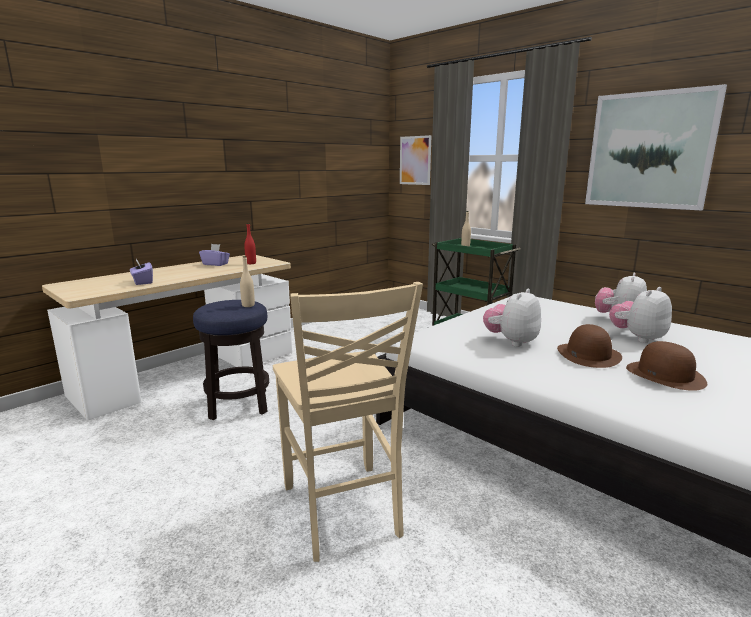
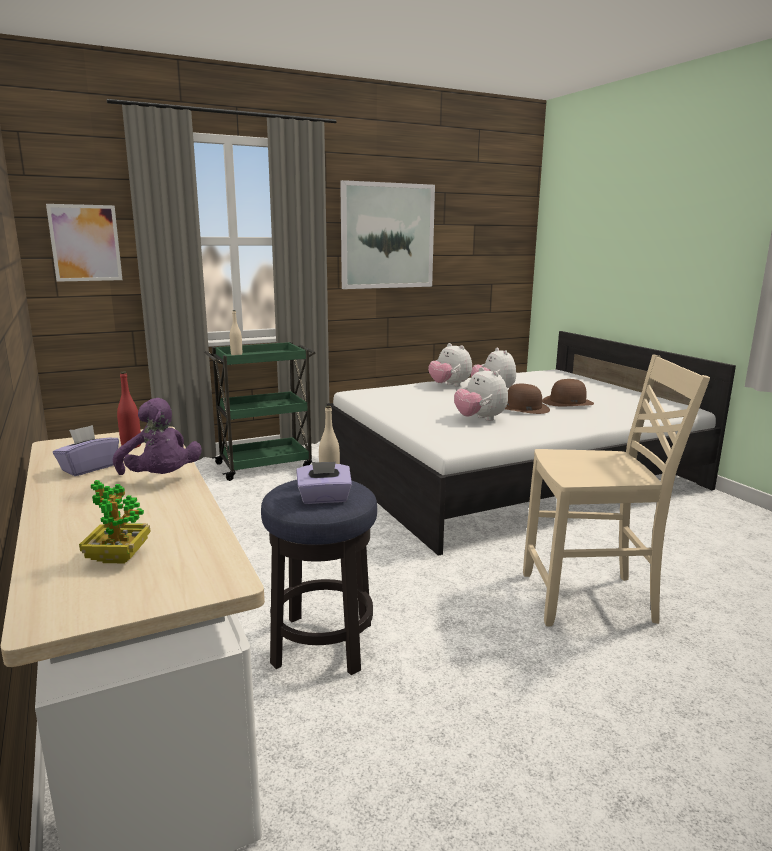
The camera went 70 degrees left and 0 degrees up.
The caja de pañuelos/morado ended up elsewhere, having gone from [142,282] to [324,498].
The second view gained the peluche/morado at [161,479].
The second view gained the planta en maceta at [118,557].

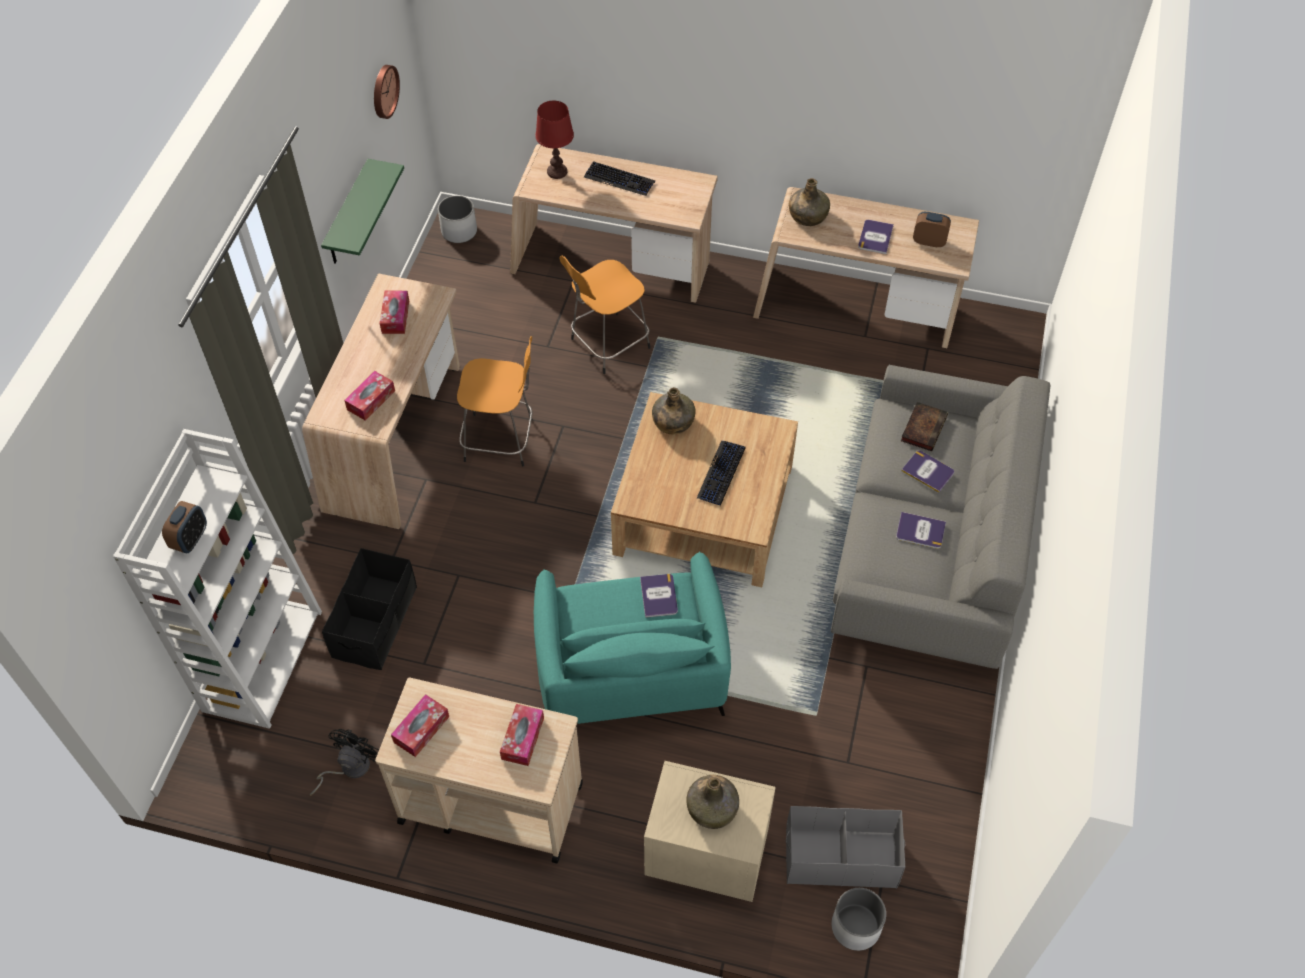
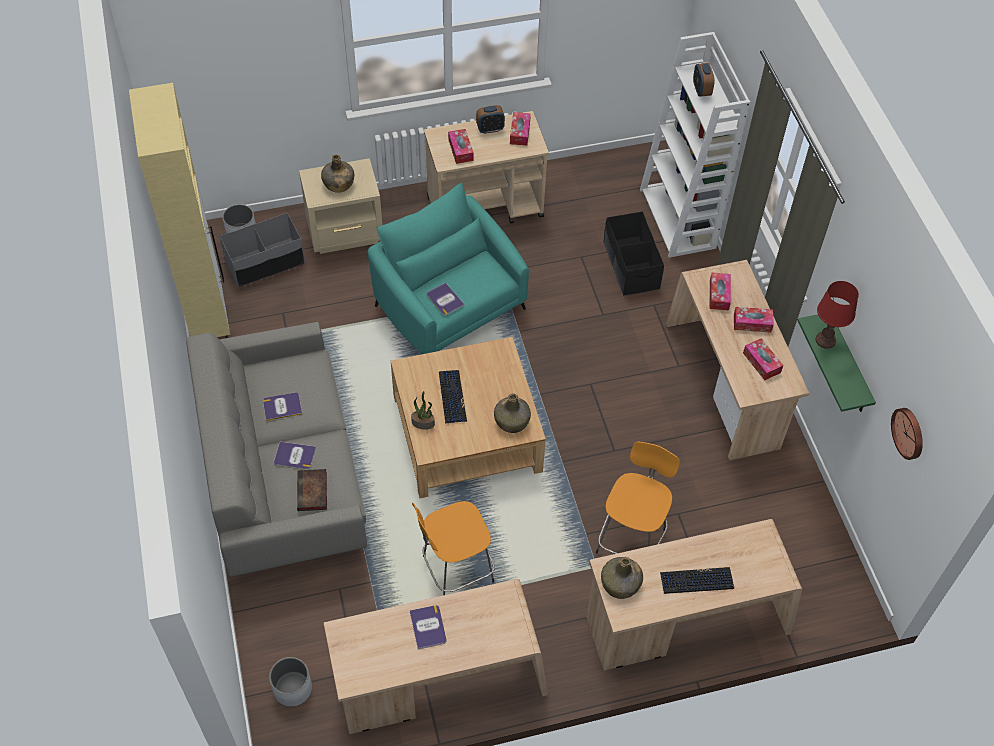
The camera went 150 degrees right and 0 degrees up.
The lámpara de mesa/rojo ended up elsewhere, having gone from [557,172] to [825,340].
The botella/verde ended up elsewhere, having gone from [808,216] to [620,584].
The maceta/blanco ended up elsewhere, having gone from [459,231] to [293,689].
The despertador ended up elsewhere, having gone from [929,241] to [490,129].
The taburete/naranja ended up elsewhere, having gone from [501,440] to [455,569].
The second view lost the ventilador/negro at [349,768].
The second view gained the armario/beis at [208,316].
The second view gained the caja de pañuelos at [752,323].
The second view gained the planta en maceta at [423,422].

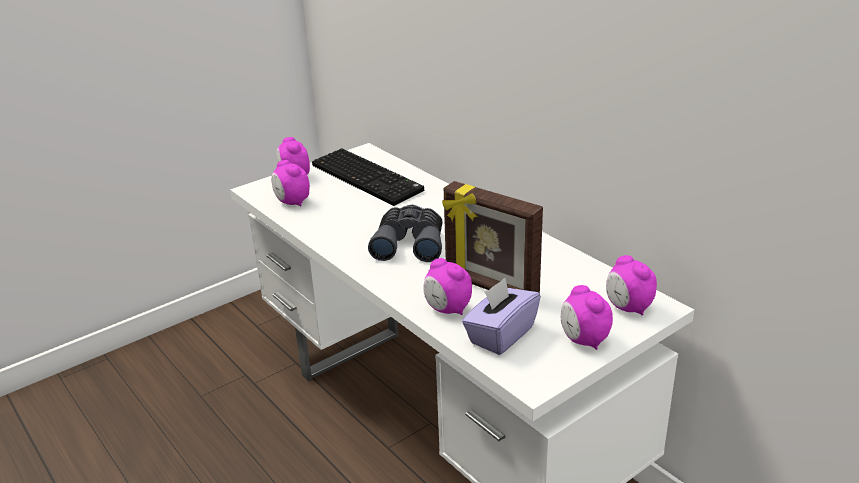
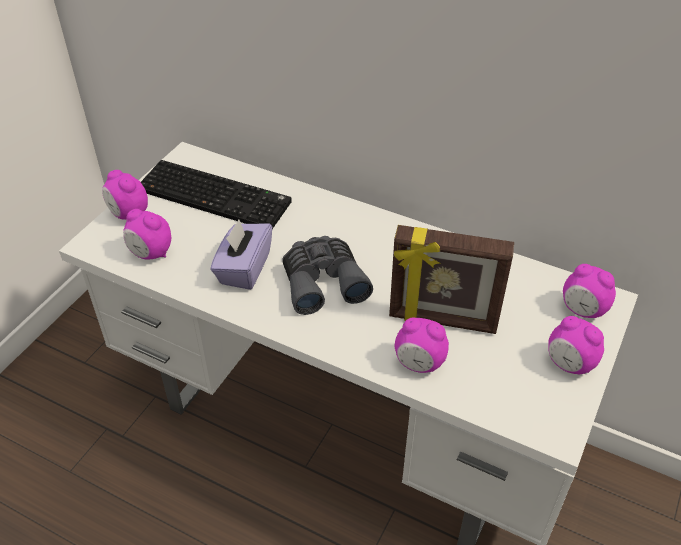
The camera went 25 degrees left and 15 degrees up.
The caja de pañuelos/morado ended up elsewhere, having gone from [500,335] to [244,269].

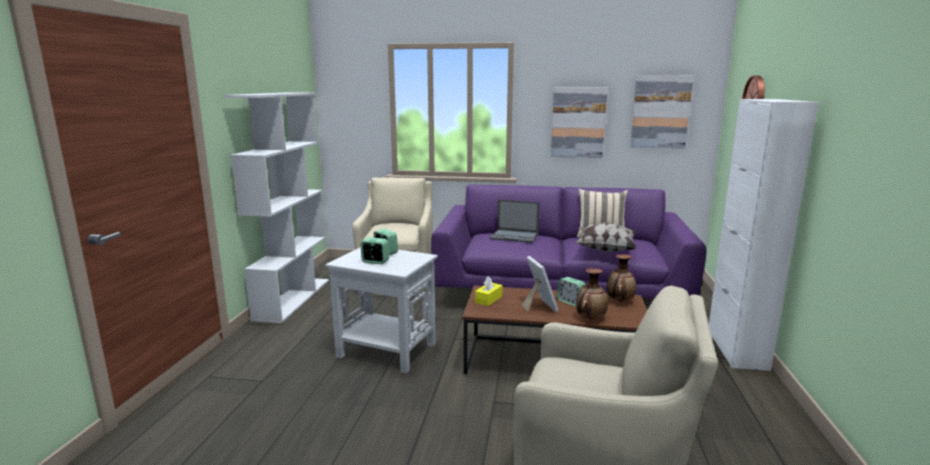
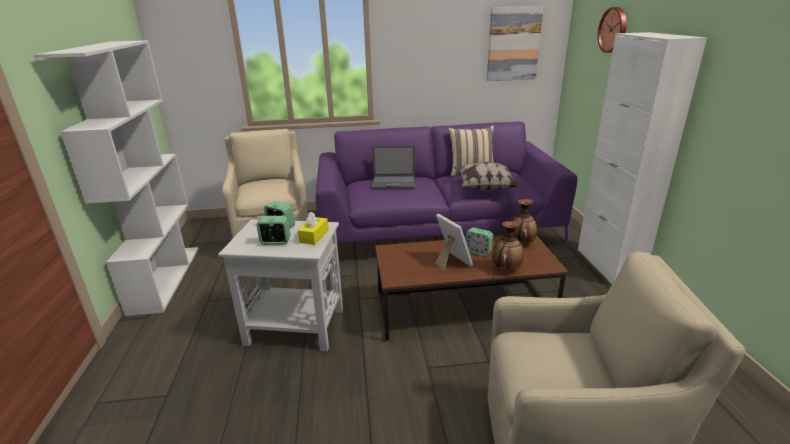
The camera went 15 degrees left and 10 degrees up.
The second view lost the cuadro at [578,122].
The caja de pañuelos/amarillo ended up elsewhere, having gone from [488,299] to [314,236].

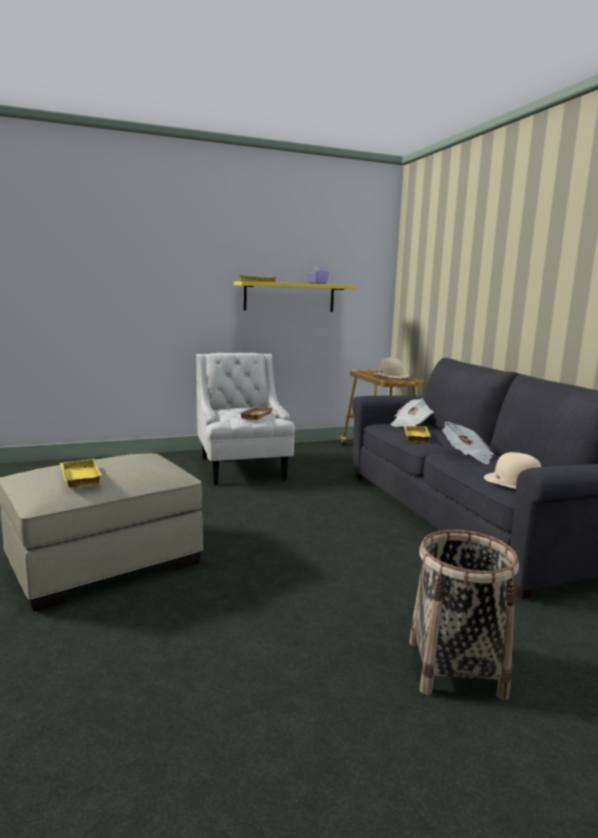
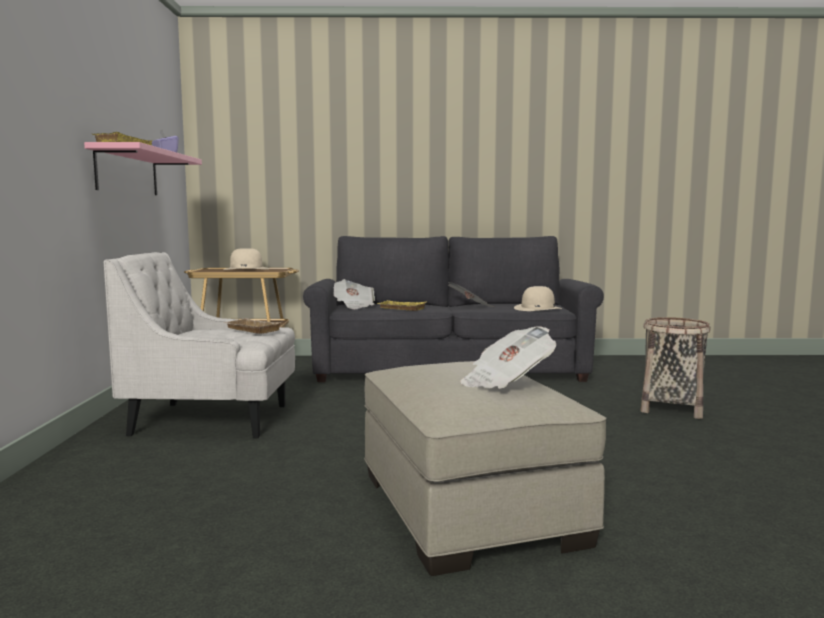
The camera went 70 degrees left and 5 degrees down.
What was the estante/amarillo at [289,297] turned into the estante/rosa at [127,172].
Where the bandeja/amarillo stood at [78,477], the periódico came to stand at [506,382].

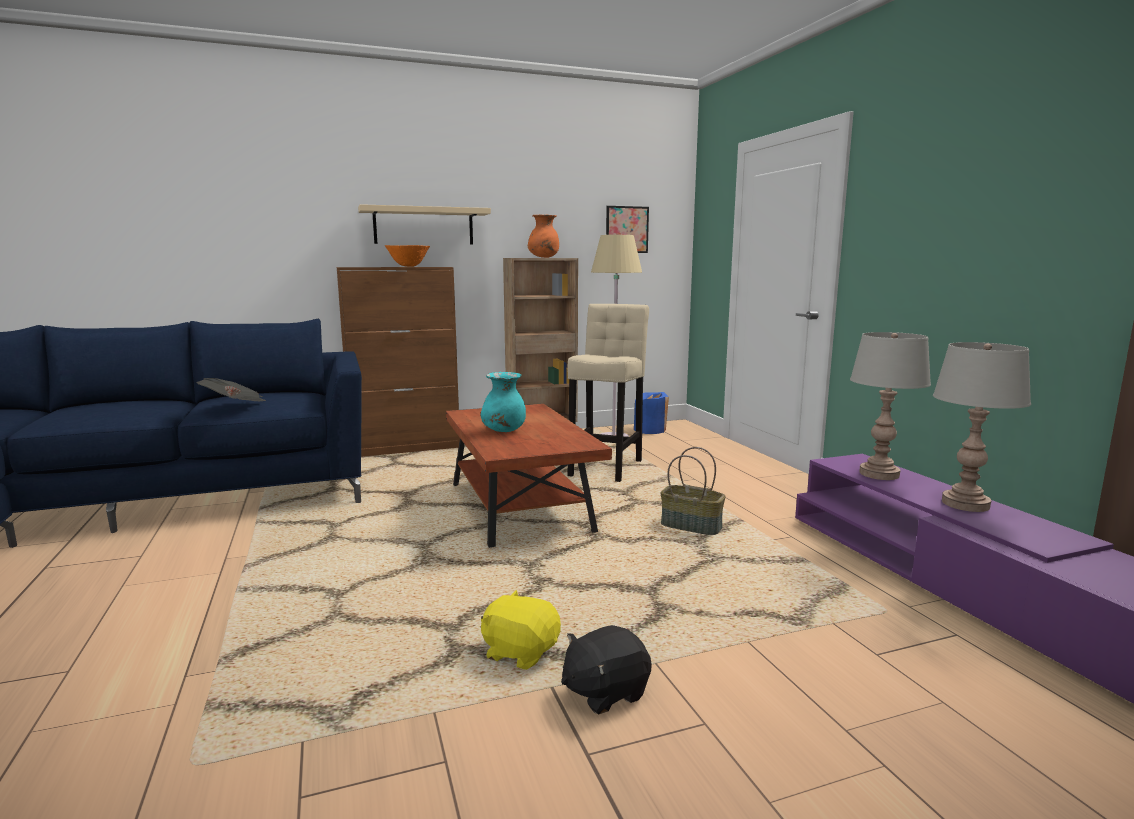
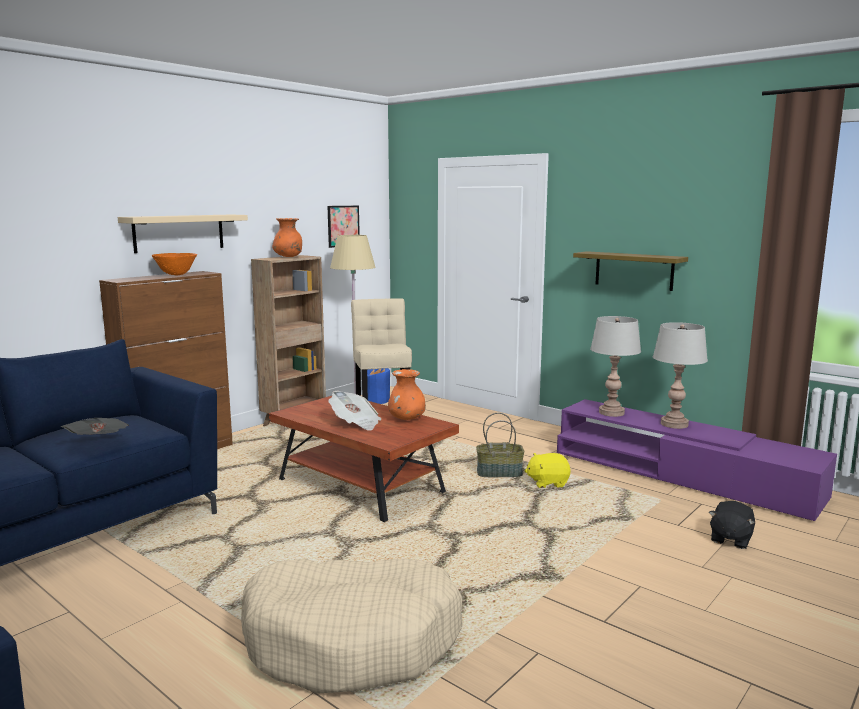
The camera went 30 degrees left and 0 degrees up.
Where the florero/turquesa stood at [503,431], the periódico came to stand at [355,424].
The peluche/amarillo ended up elsewhere, having gone from [520,652] to [547,483].
The peluche/negro ended up elsewhere, having gone from [605,691] to [730,539].
The second view gained the estante at [634,270].
The second view gained the florero/naranja at [406,419].
The second view gained the cama para perro/beis at [352,640].

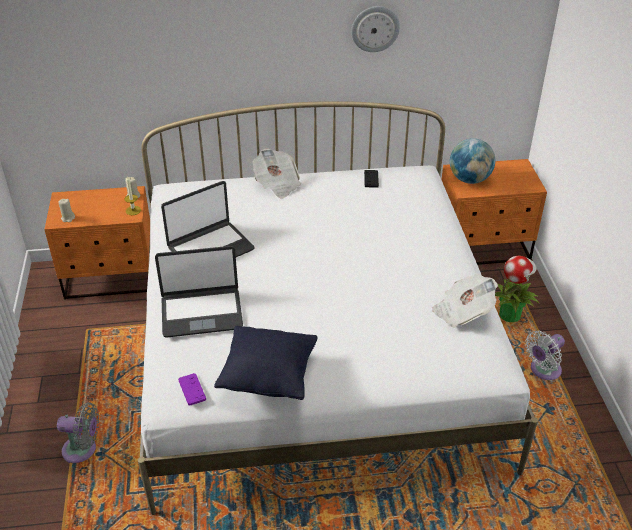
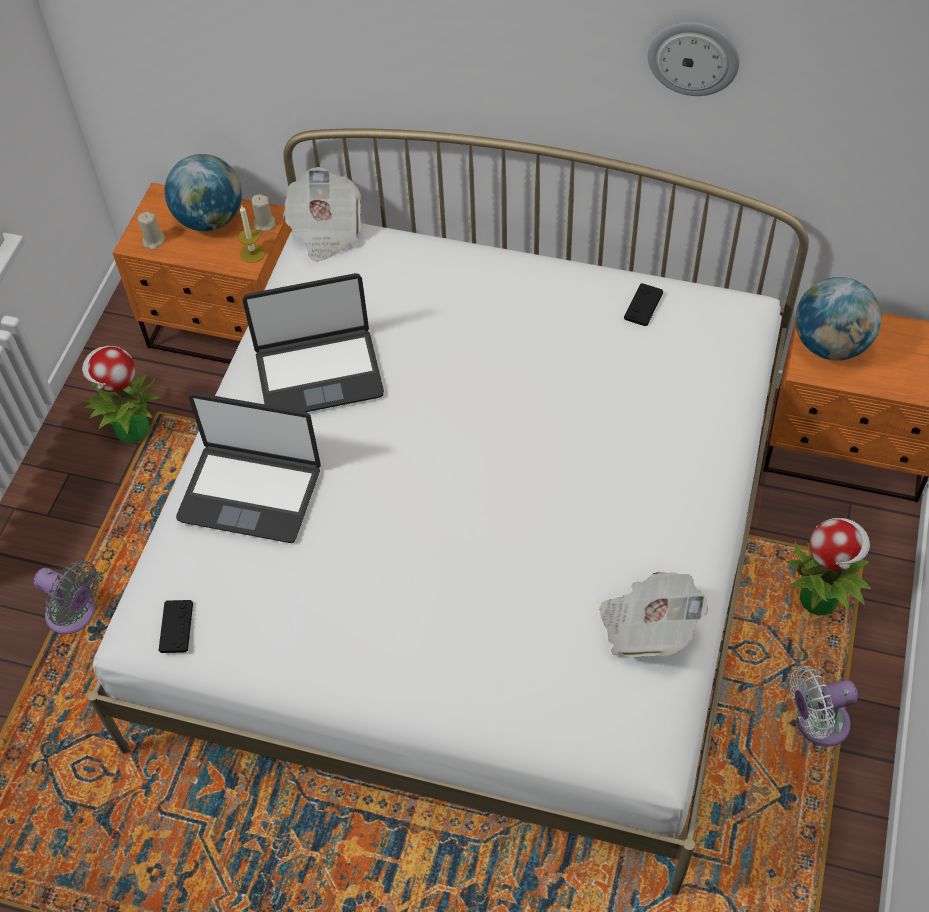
The camera went 25 degrees right and 15 degrees up.
The periódico ended up elsewhere, having gone from [277,184] to [325,231].
The second view lost the cojín/negro at [268,377].
What was the mando de consola/morado at [192,390] turned into the mando de consola/negro at [176,627].
The second view gained the globo terráqueo at [210,219].
The second view gained the planta en maceta at [131,429].

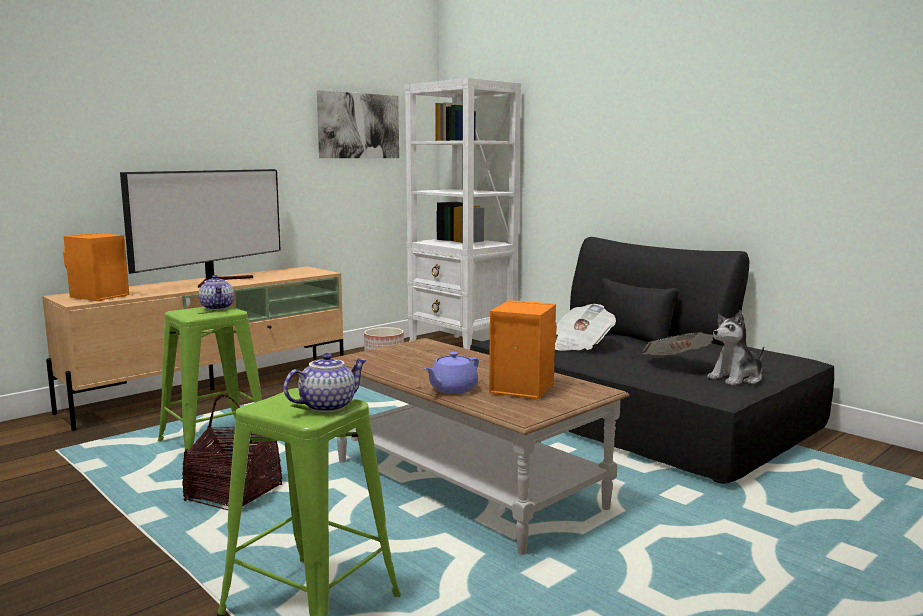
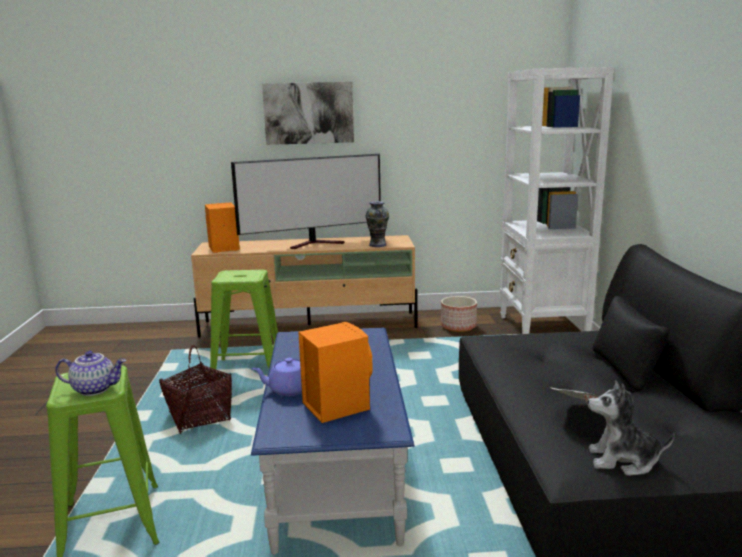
The camera went 40 degrees right and 5 degrees up.
The cuadro ended up elsewhere, having gone from [358,126] to [309,113].
The second view lost the tetera at [218,308].
The second view lost the periódico at [580,345].
What was the mesa de centro/marrón at [465,485] turned into the mesa de centro/azul at [336,469].
The second view gained the florero at [377,245].

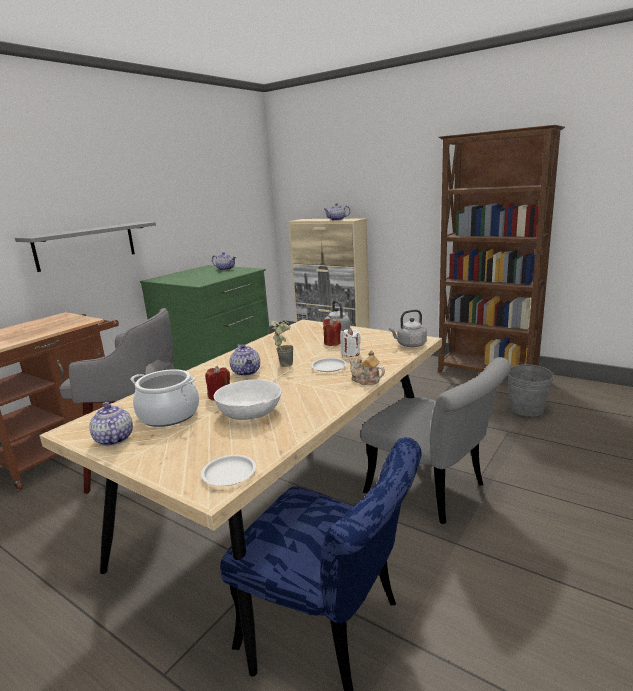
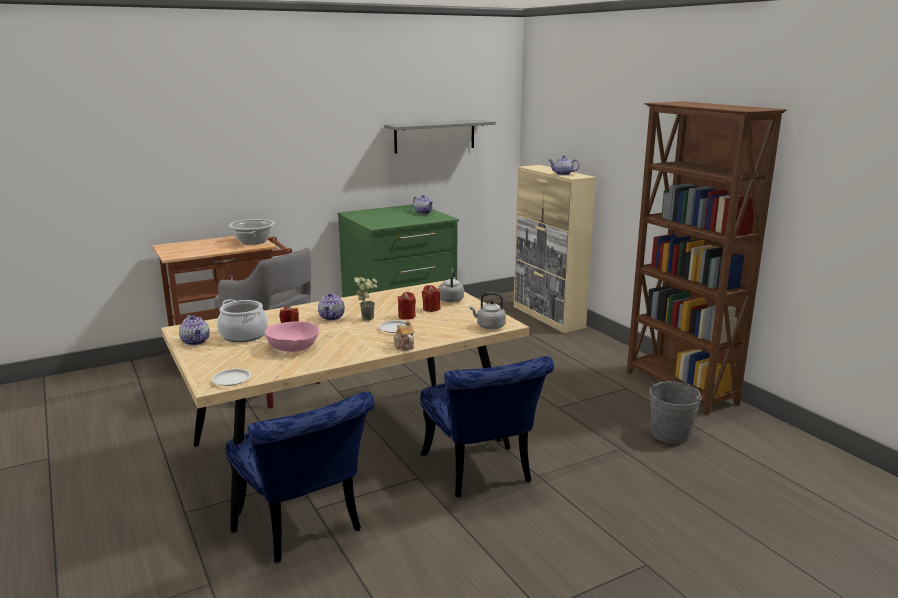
The camera went 25 degrees right and 0 degrees up.
The estante/gris ended up elsewhere, having gone from [86,245] to [435,136].
The second view lost the vela/blanco at [350,353].
What was the silla/gris at [434,492] turned into the silla/azul at [480,473].
What was the cuenco/blanco at [249,412] turned into the cuenco/rosa at [293,346].
The tetera at [113,439] ended up facing another way, 150 degrees clockwise from before.
The second view gained the olla at [253,241].
The second view gained the vela/rojo at [407,316].

